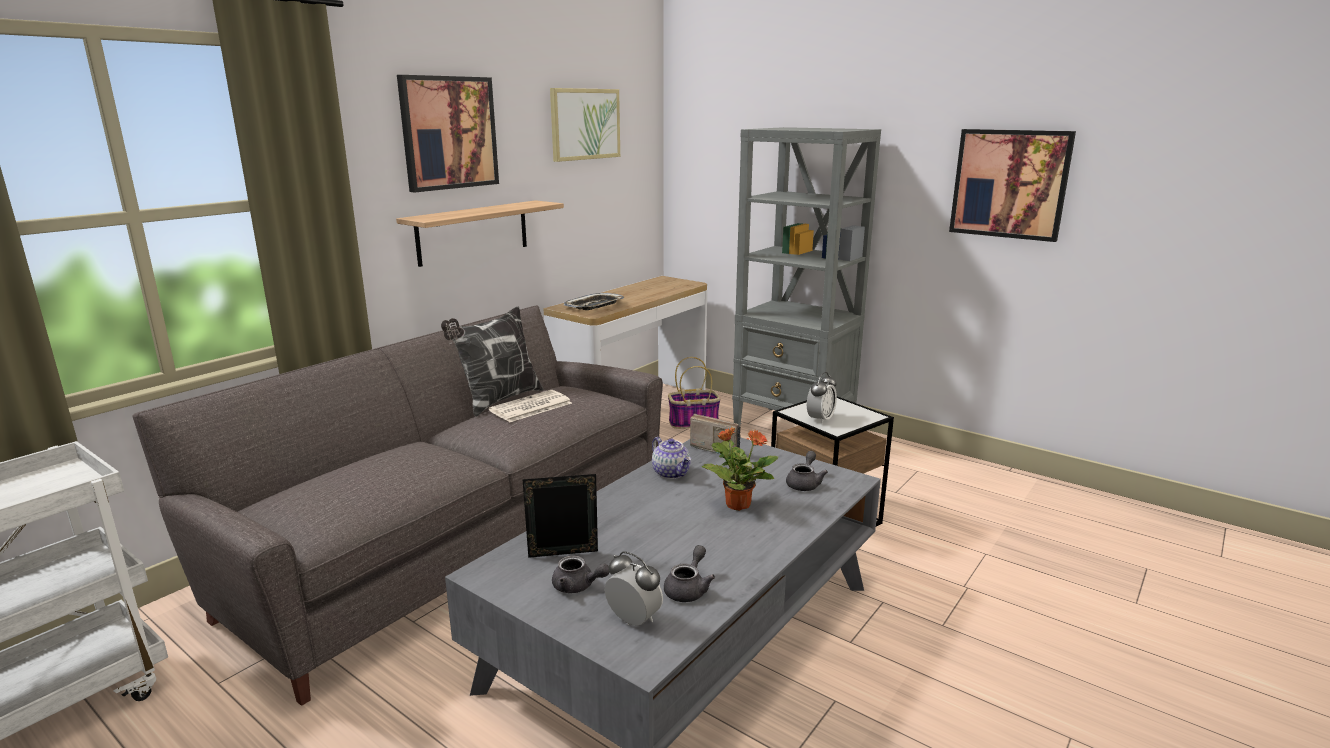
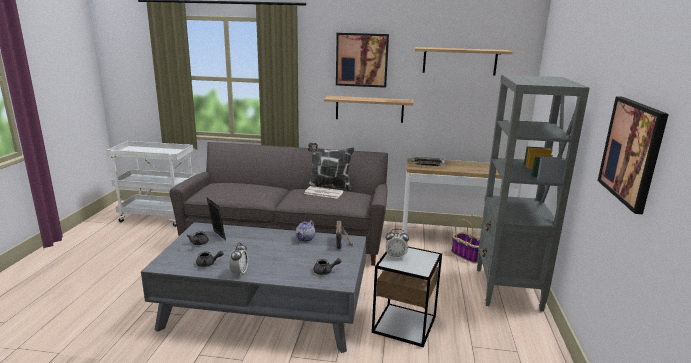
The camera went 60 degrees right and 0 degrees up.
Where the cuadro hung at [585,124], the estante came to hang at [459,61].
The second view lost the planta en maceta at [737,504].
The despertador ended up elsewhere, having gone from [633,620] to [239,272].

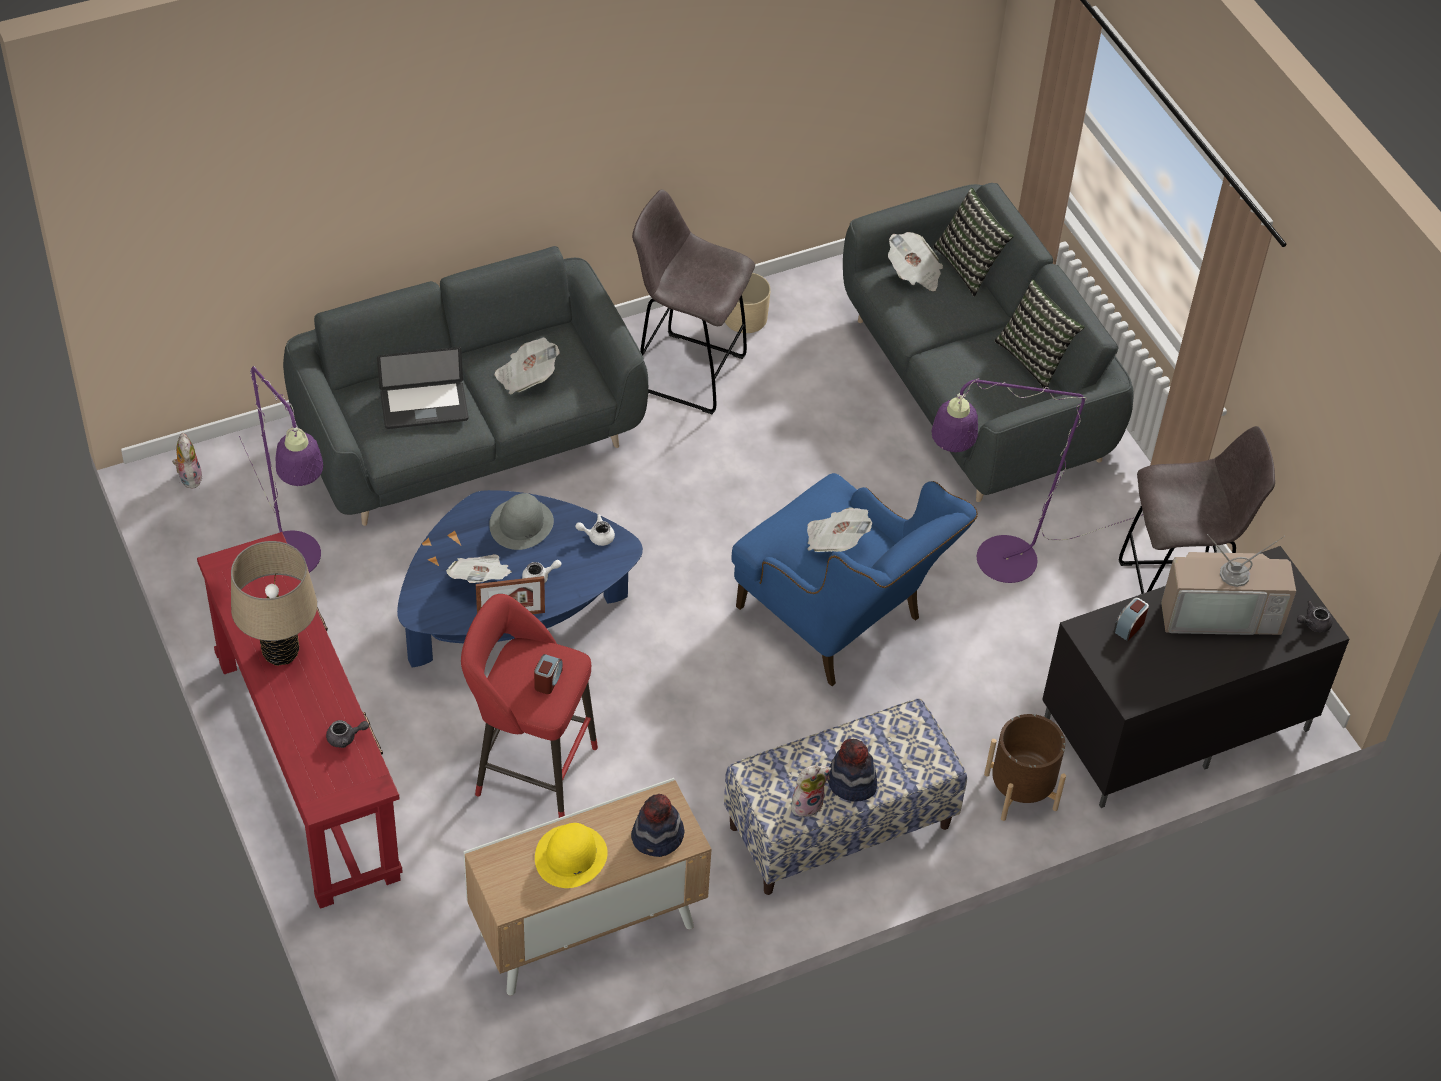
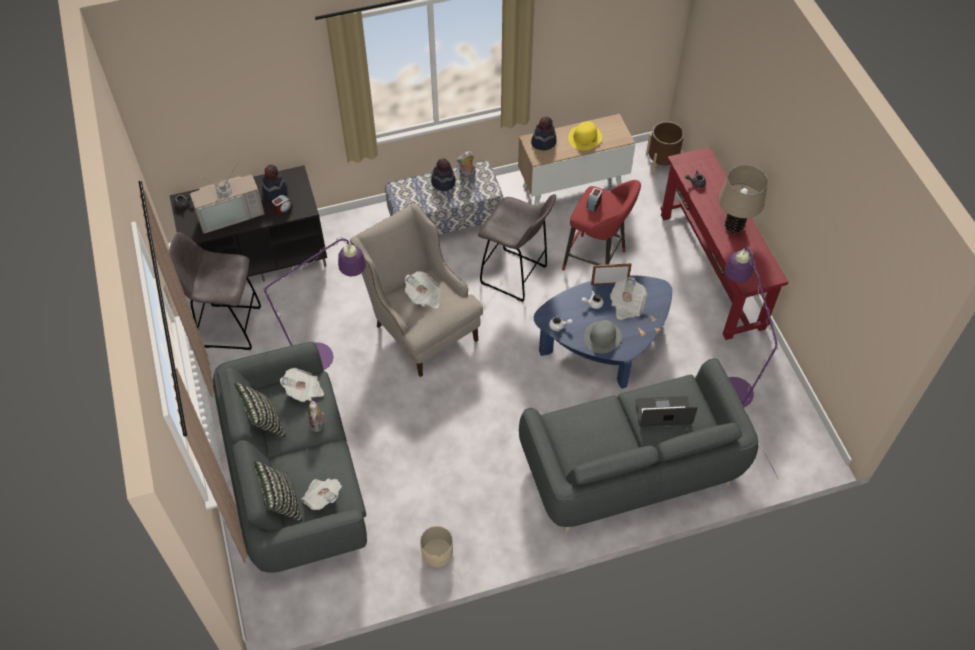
The camera went 170 degrees left and 5 degrees up.
The taburete/gris ended up elsewhere, having gone from [687,372] to [515,276].
The periódico ended up elsewhere, having gone from [526,377] to [304,391].
The peluche ended up elsewhere, having gone from [188,477] to [318,424].
What was the sillón/azul at [841,624] turned into the sillón/beis at [420,325].
The televisor at [1220,612] ended up facing another way, 150 degrees clockwise from before.
The maceta/marrón ended up elsewhere, having gone from [1020,791] to [662,162].
The second view gained the sombrero at [275,191].

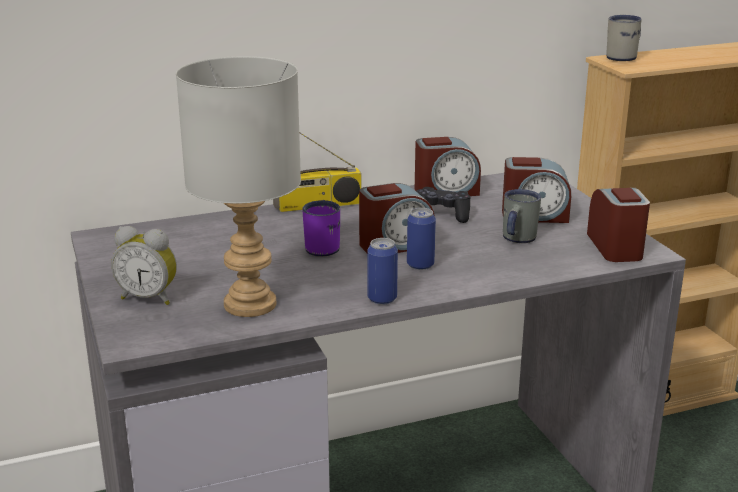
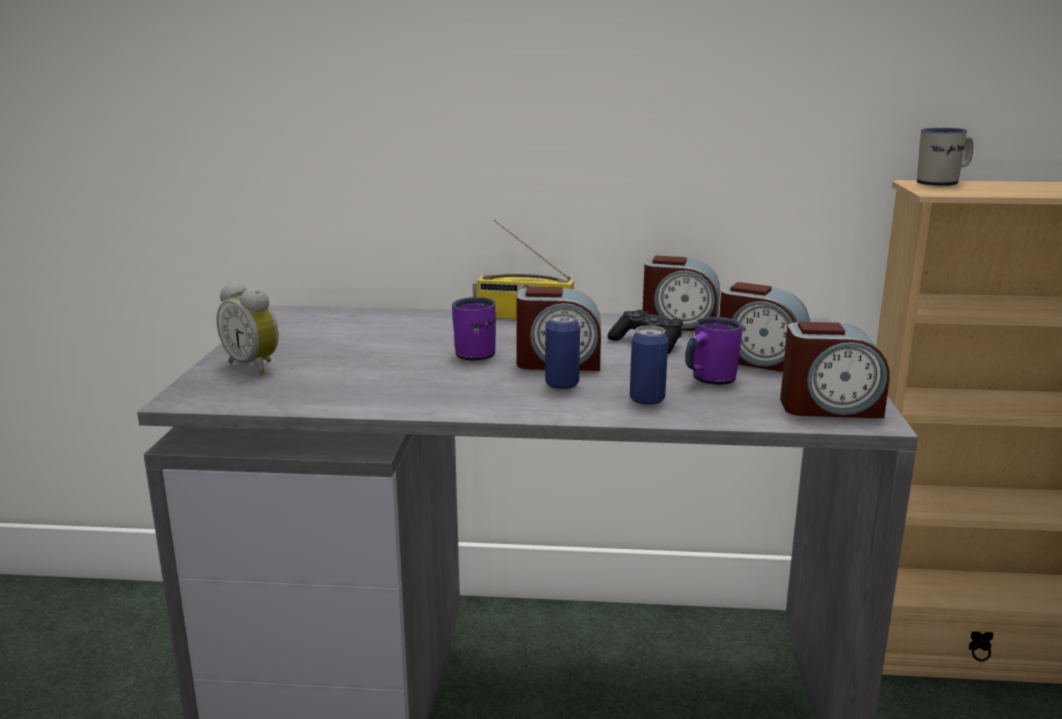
The camera went 25 degrees right and 5 degrees down.
The second view lost the lámpara de mesa/gris at [250,303].
The despertador at [615,247] ended up facing another way, 75 degrees clockwise from before.
What was the taza grande/gris at [516,239] turned into the taza grande/morado at [708,379].
The lata ended up elsewhere, having gone from [382,299] to [647,400].

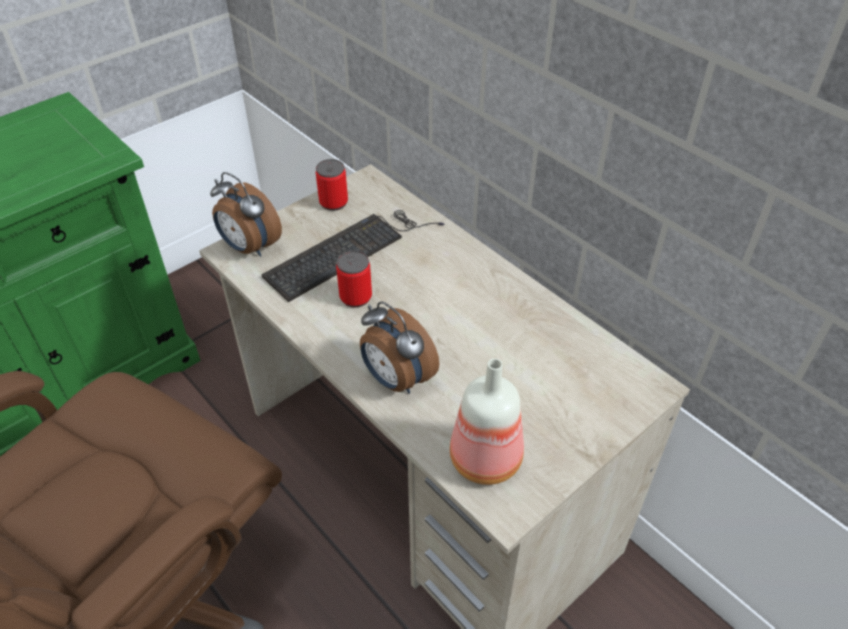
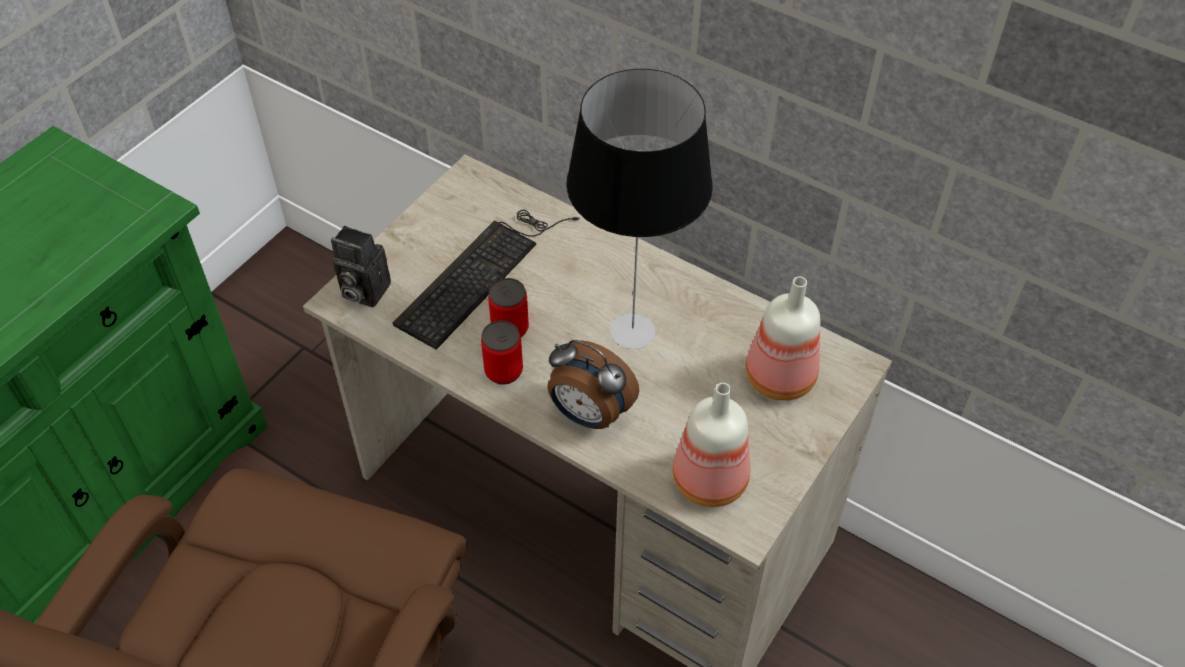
The camera went 15 degrees left and 5 degrees up.
The lata ended up elsewhere, having gone from [333,202] to [503,371].
Where the despertador stood at [249,247], the cámara came to stand at [362,291].
The second view gained the lámpara de mesa at [633,330].
The second view gained the botella at [778,376].

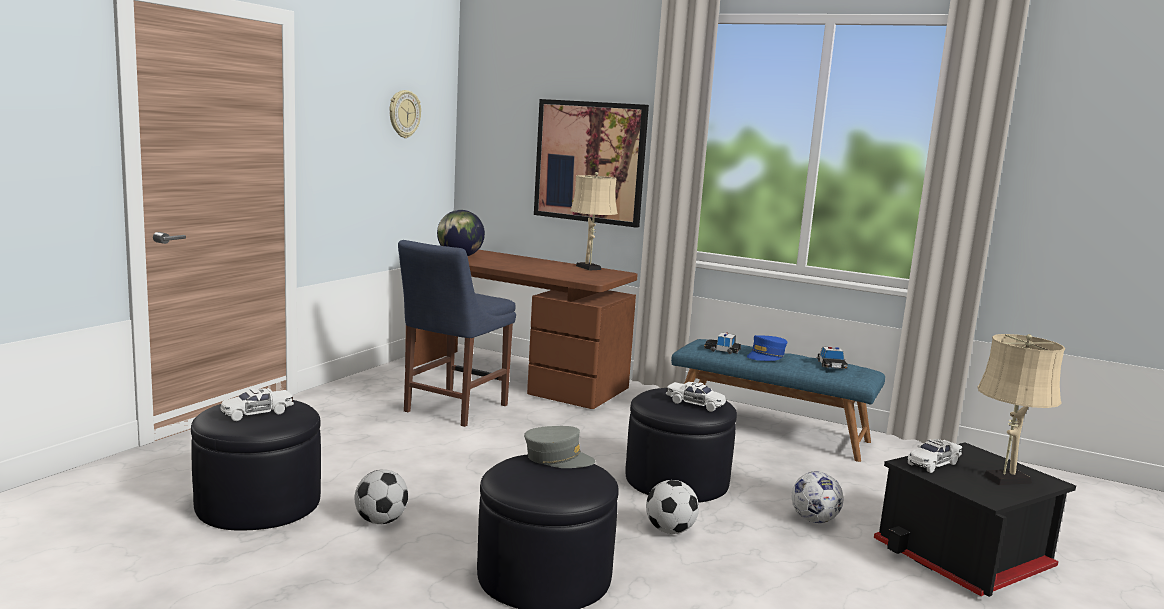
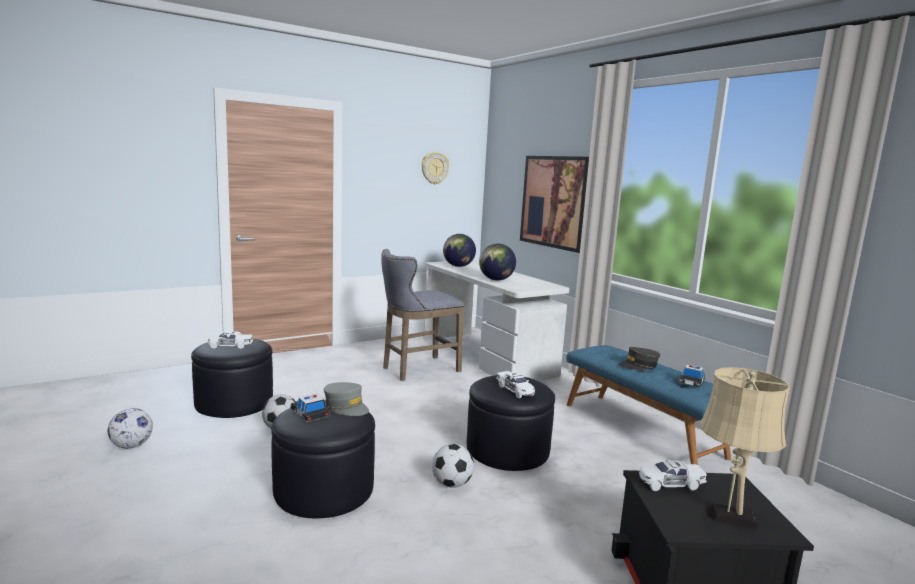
The camera went 30 degrees right and 0 degrees up.
The second view lost the lámpara de mesa/beis at [589,268].
Where the silla/azul stood at [452,409], the taburete/gris came to stand at [417,369].
What was the escritorio/marrón at [515,378] turned into the escritorio/blanco at [486,356].
The coche de juguete ended up elsewhere, having gone from [722,350] to [309,414].
What was the gorra/azul at [766,356] turned into the gorra/gris at [639,365].
The balón de fútbol ended up elsewhere, having gone from [814,520] to [131,446].
The second view gained the globo terráqueo at [496,280].

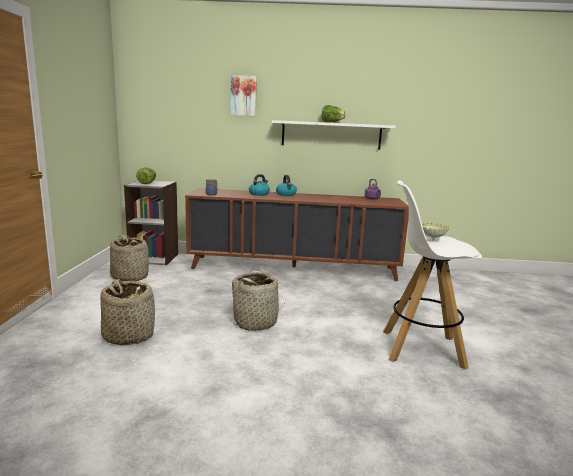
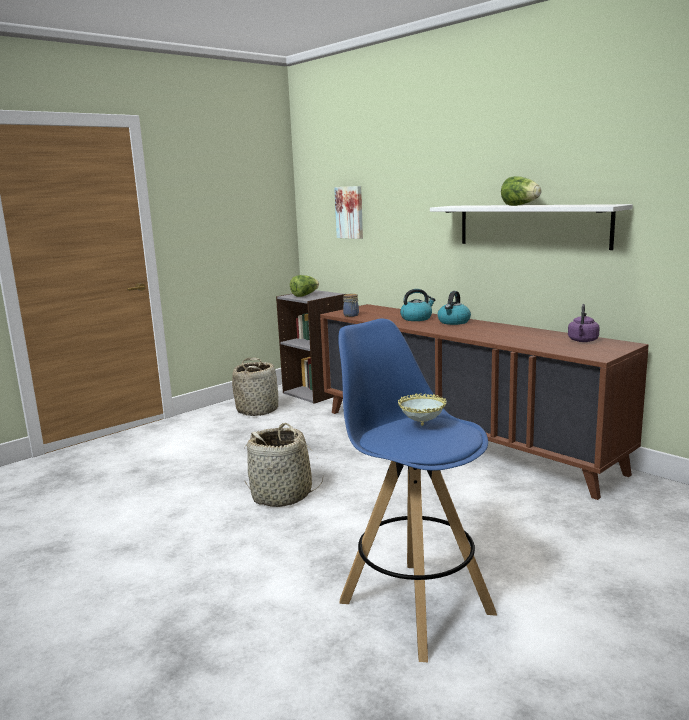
The camera went 45 degrees right and 0 degrees up.
The cuadro ended up elsewhere, having gone from [243,96] to [350,212].
What was the taburete/blanco at [420,348] turned into the taburete/azul at [414,605].
The second view lost the cesta at [128,335].

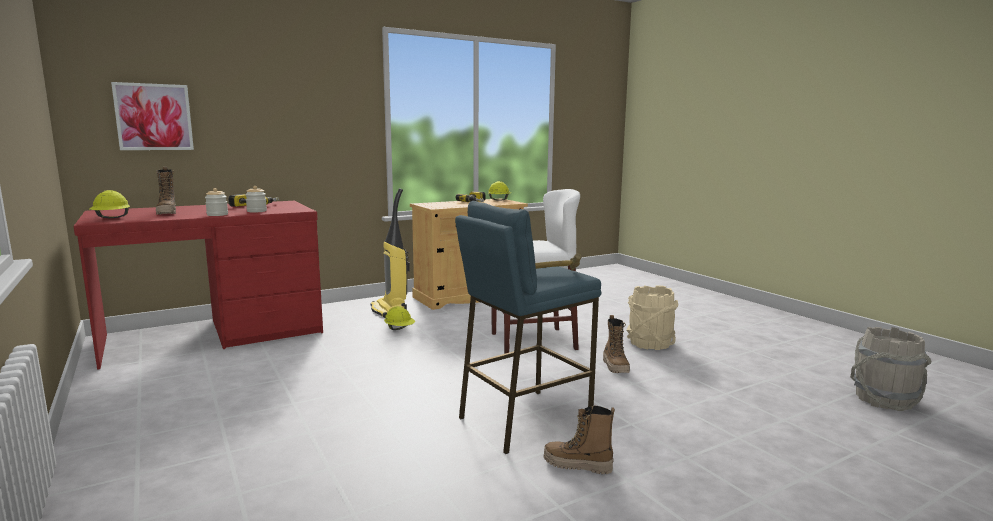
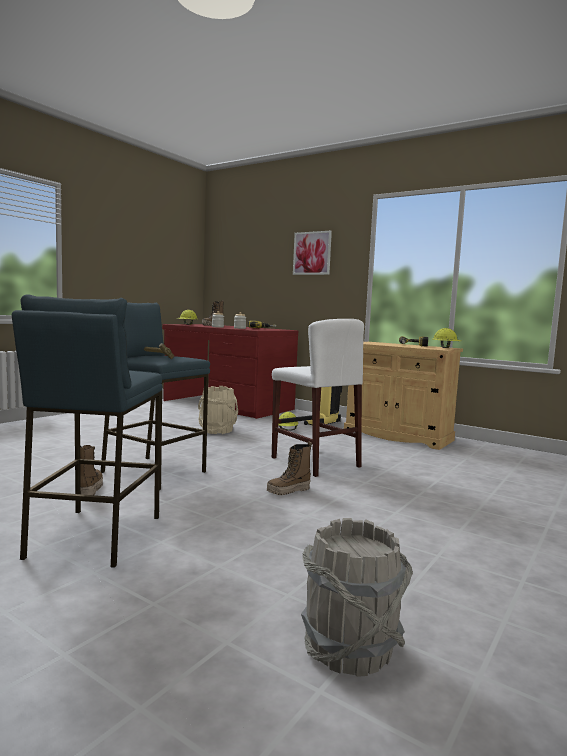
The camera went 65 degrees right and 5 degrees down.
The cuadro ended up elsewhere, having gone from [154,117] to [312,253].
The cubo/beis ended up elsewhere, having gone from [649,343] to [217,430].
The second view gained the taburete/azul at [93,536].

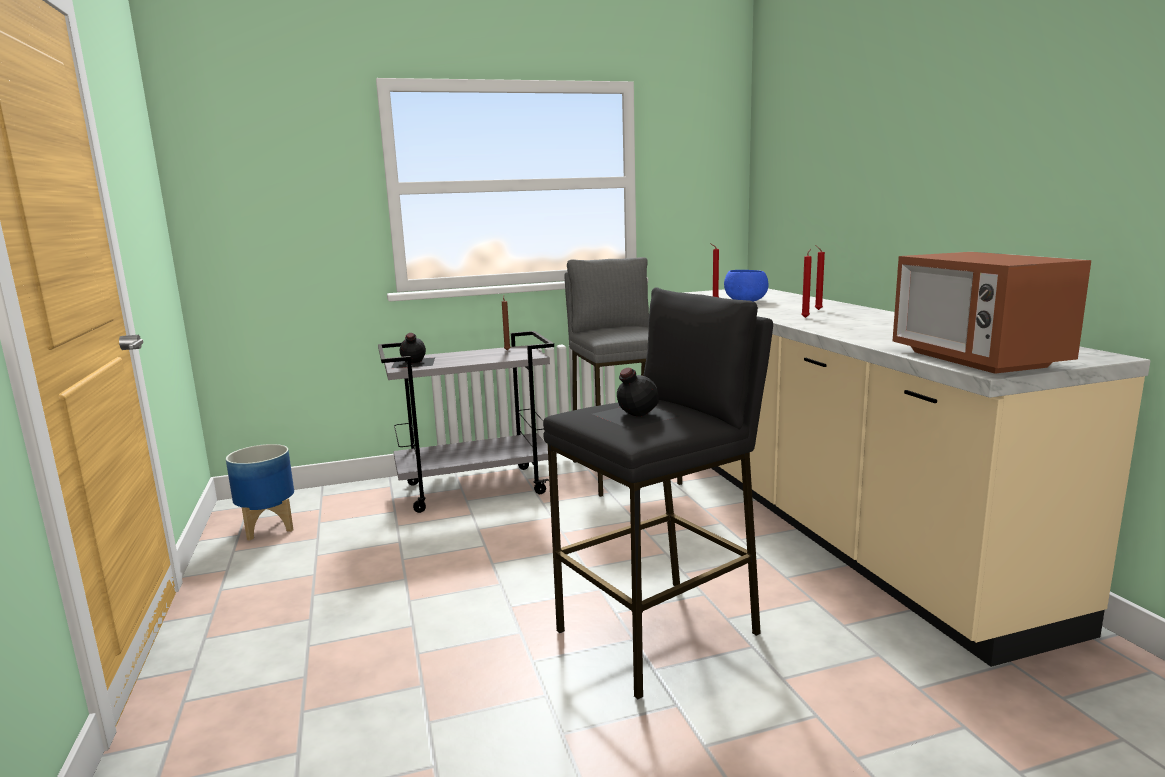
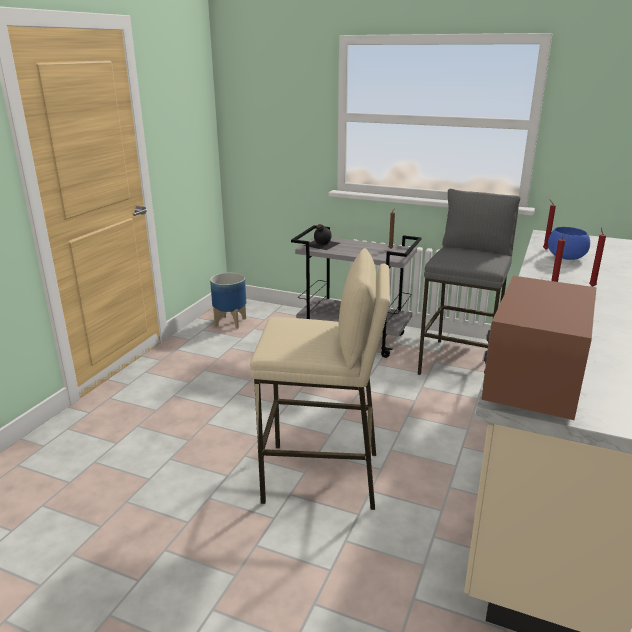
The camera went 40 degrees right and 10 degrees up.
What was the taburete/negro at [660,633] turned into the taburete/beis at [322,477].
The second view lost the botella/negro at [633,414].

